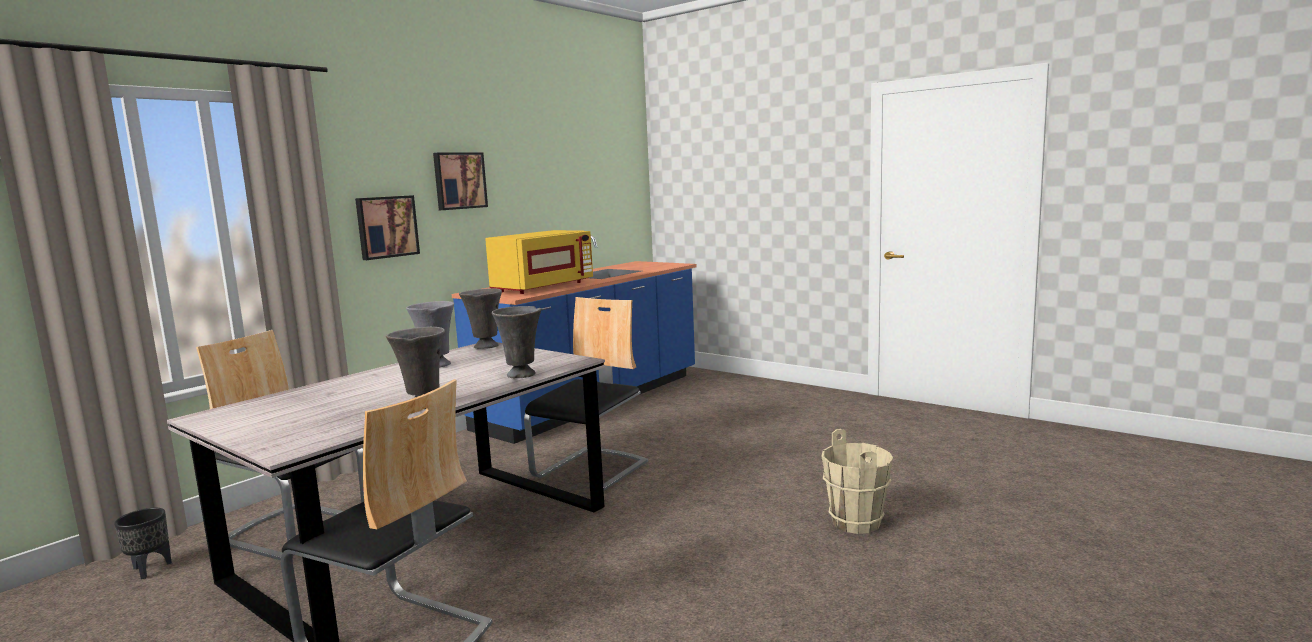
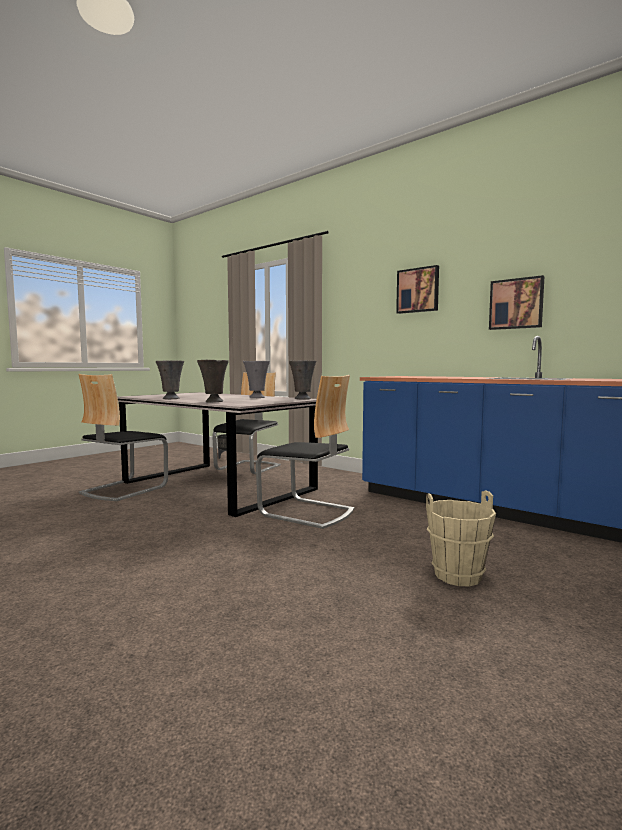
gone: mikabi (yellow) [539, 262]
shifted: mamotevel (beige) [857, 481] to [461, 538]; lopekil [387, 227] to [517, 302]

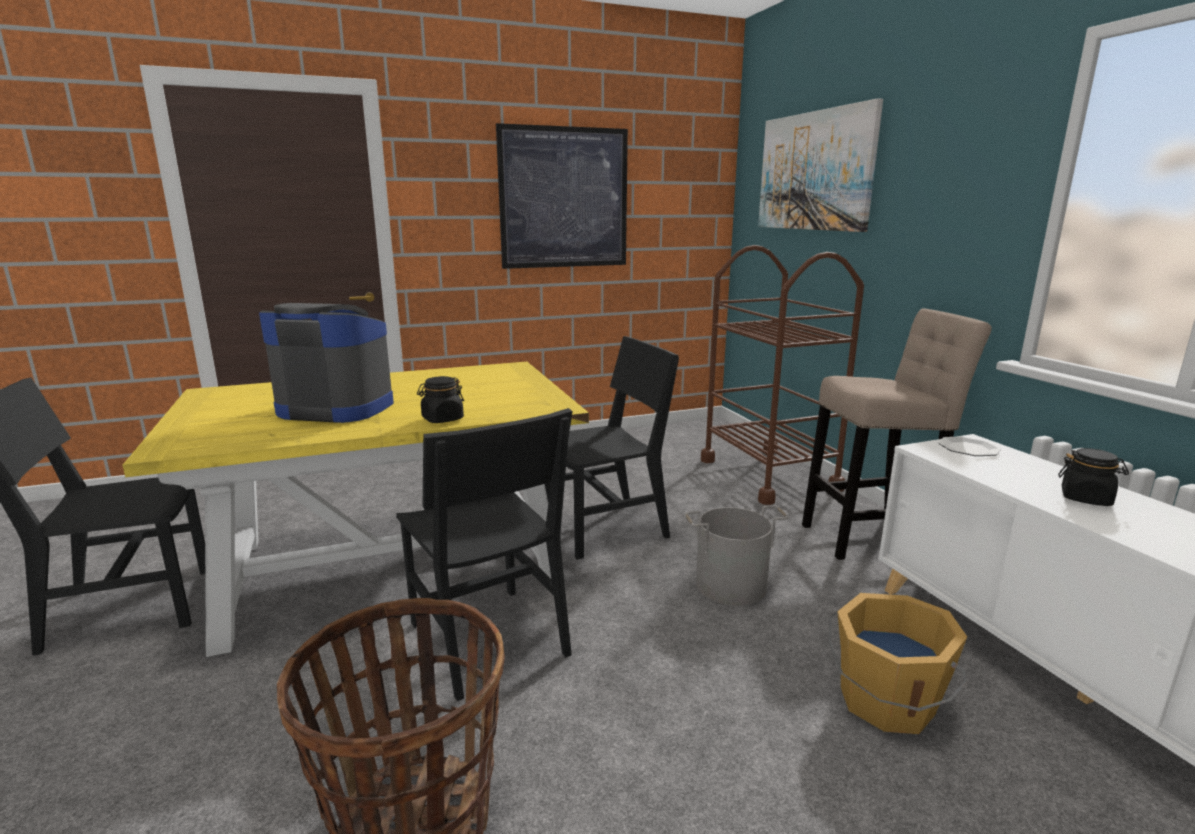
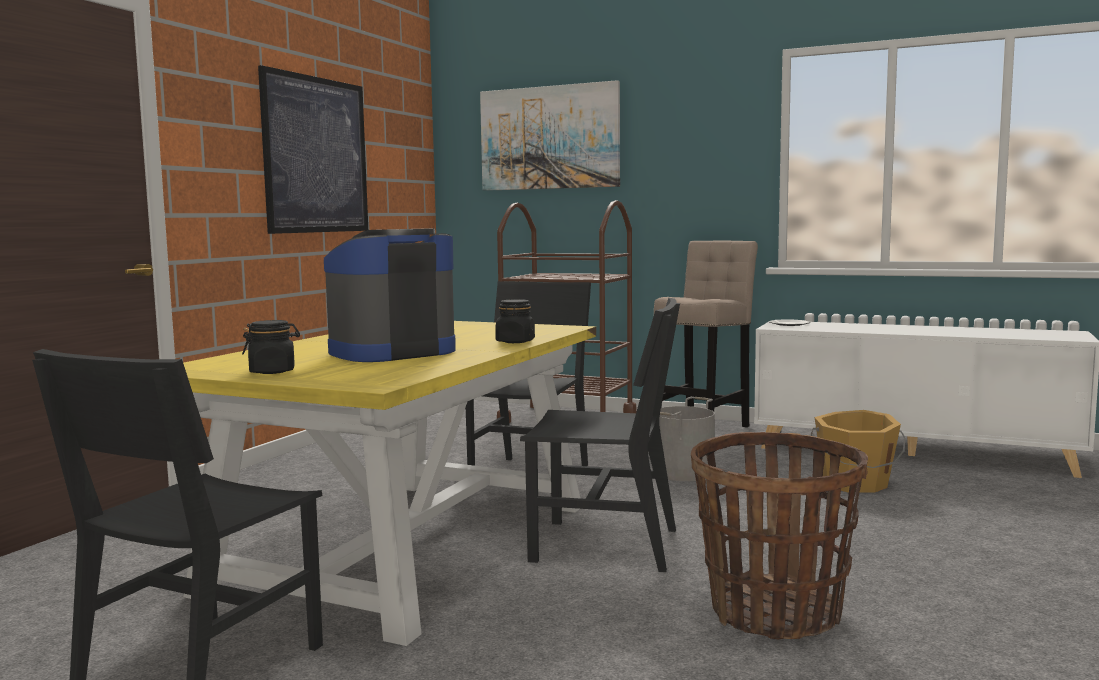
shifted: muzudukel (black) [1093, 477] to [271, 347]

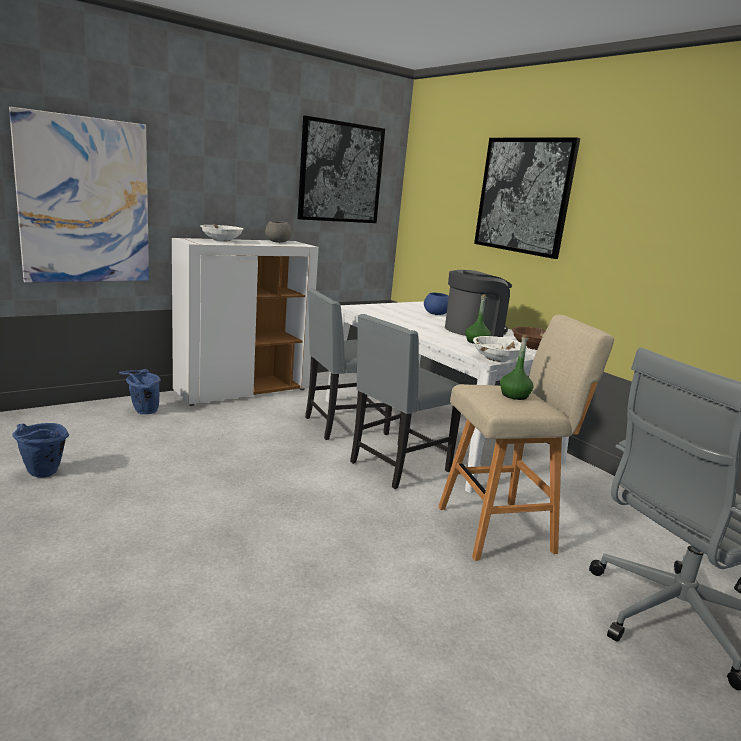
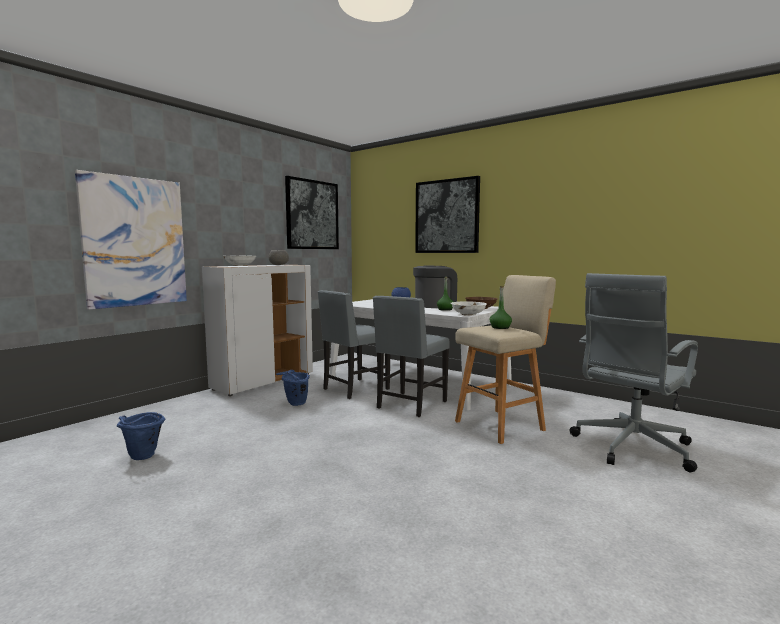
shifted: mamotevel (blue) [140, 391] to [293, 388]

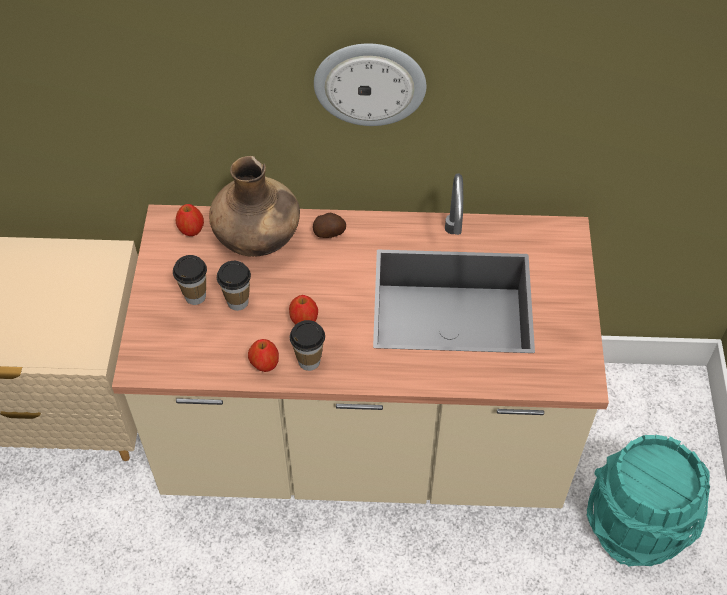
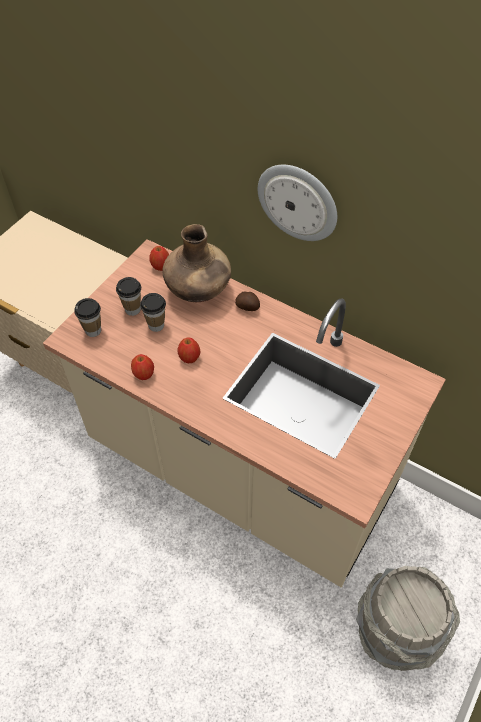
shifted: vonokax [307, 345] to [87, 317]
repainted: mamotevel (turquoise) [648, 501] to mamotevel (grey) [408, 618]

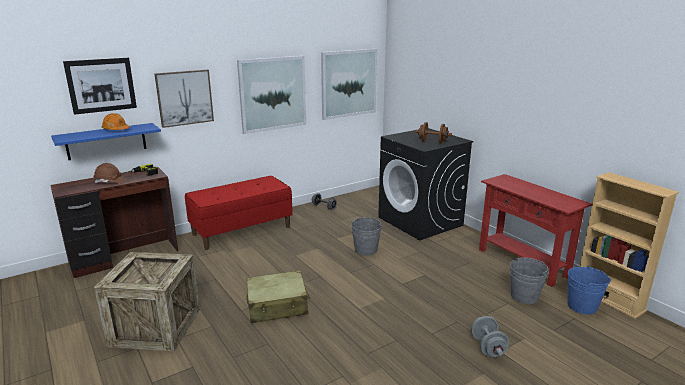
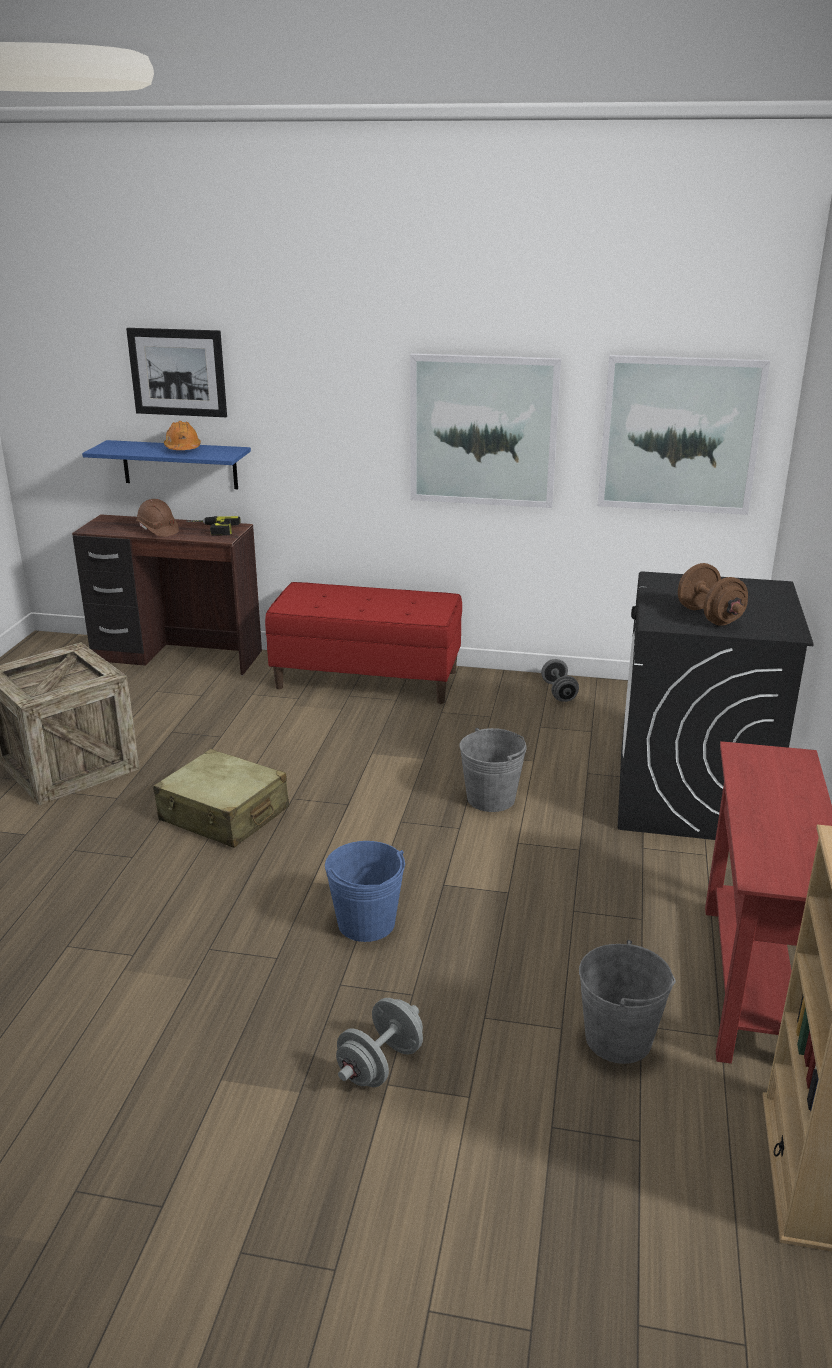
gone: lopekil [184, 99]
shifted: mamotevel (blue) [589, 290] to [365, 891]

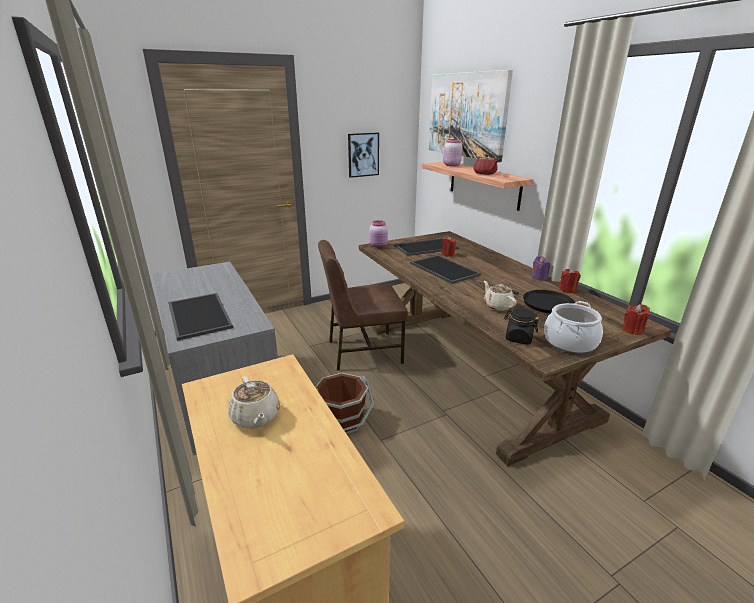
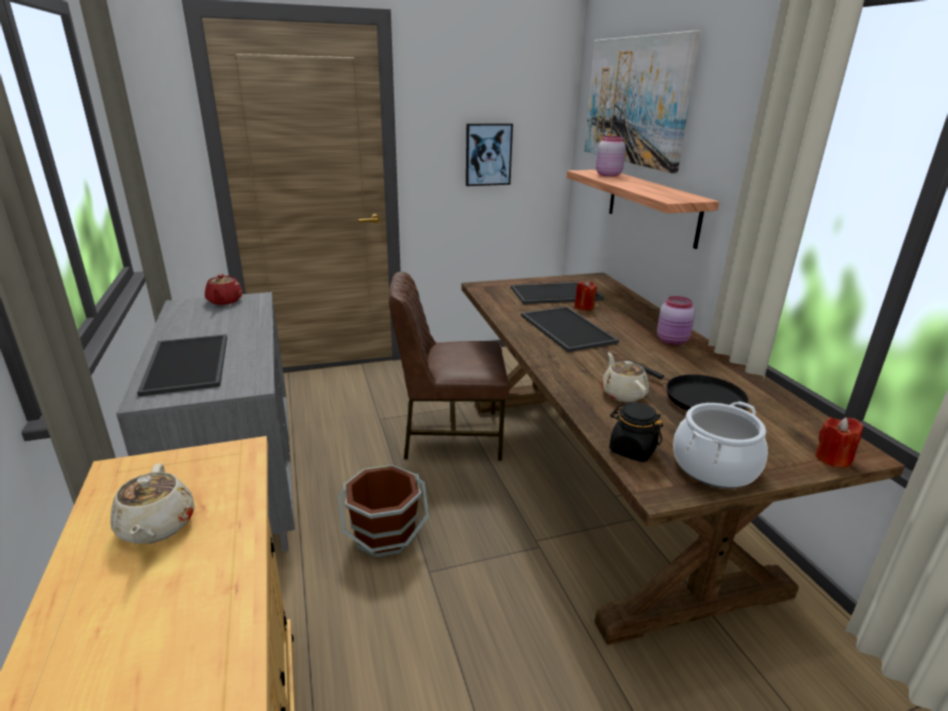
gone: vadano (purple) [541, 268]; vadano (red) [570, 281]
shifted: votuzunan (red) [486, 164] to [223, 289]; muzudukel (pink) [378, 234] to [676, 320]

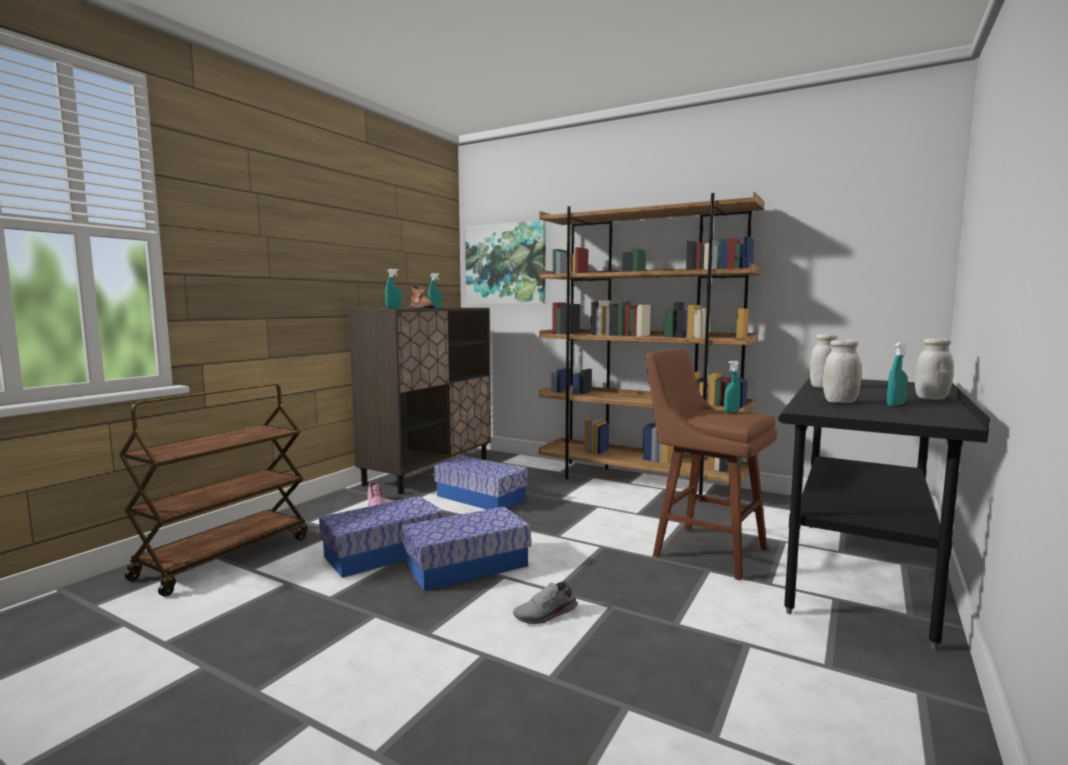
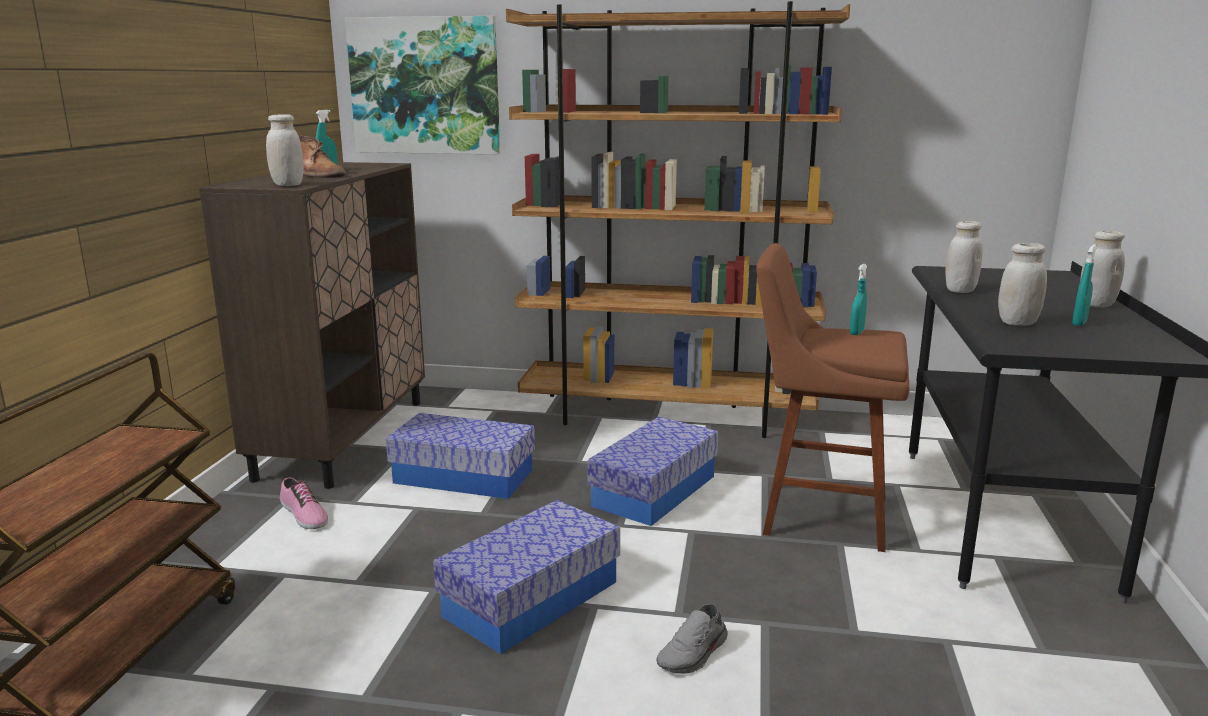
shifted: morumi [382, 537] to [652, 471]
swapped: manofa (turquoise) [393, 288] to muzudukel (white) [285, 150]

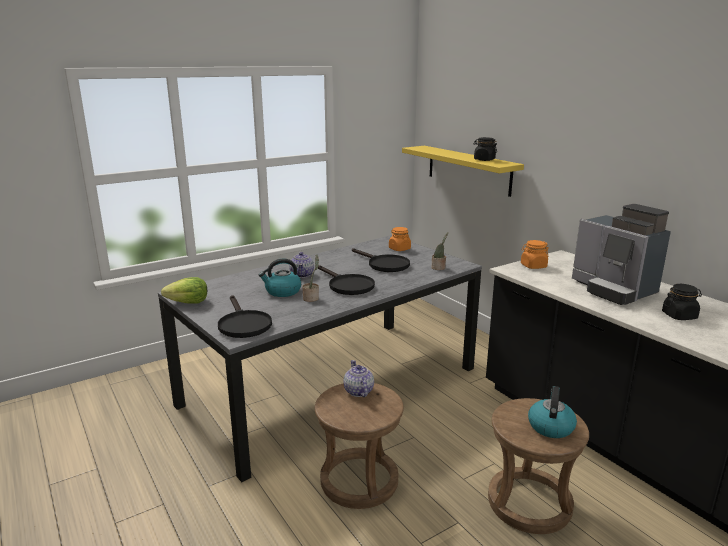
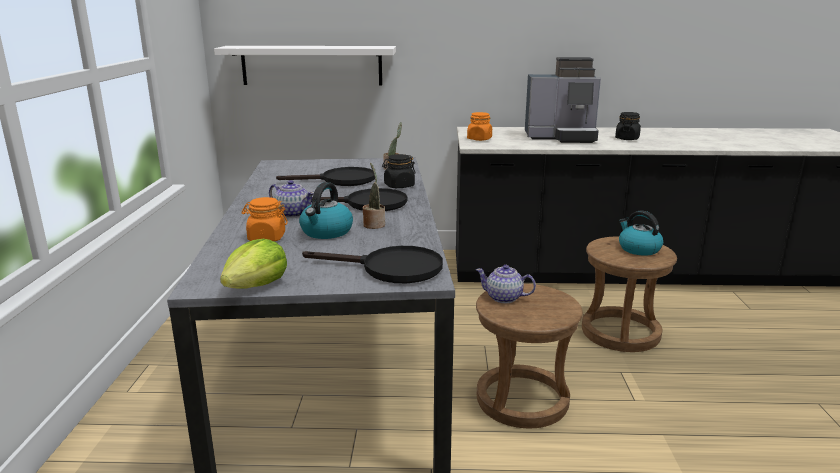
shifted: muzudukel (orange) [400, 239] to [264, 219]; muzudukel (black) [485, 149] to [398, 171]
repainted: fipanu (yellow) [463, 171] to fipanu (white) [305, 65]

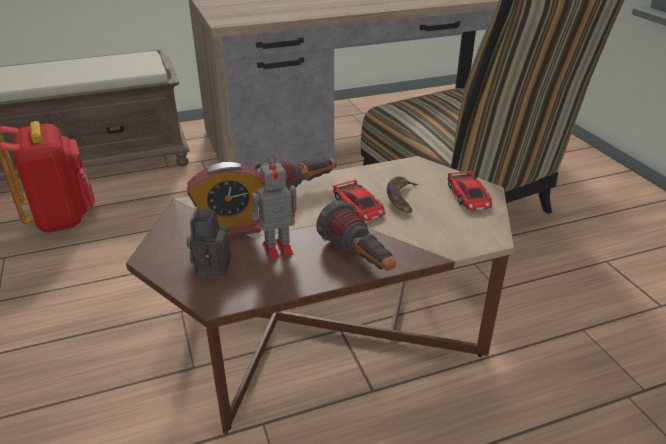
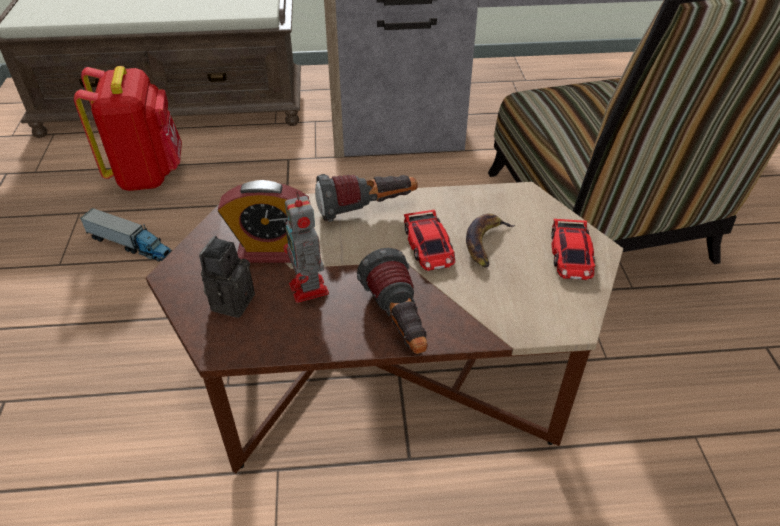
new: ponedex [126, 235]
rotated: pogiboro [274, 207] = [306, 247] 105 degrees counterclockwise

